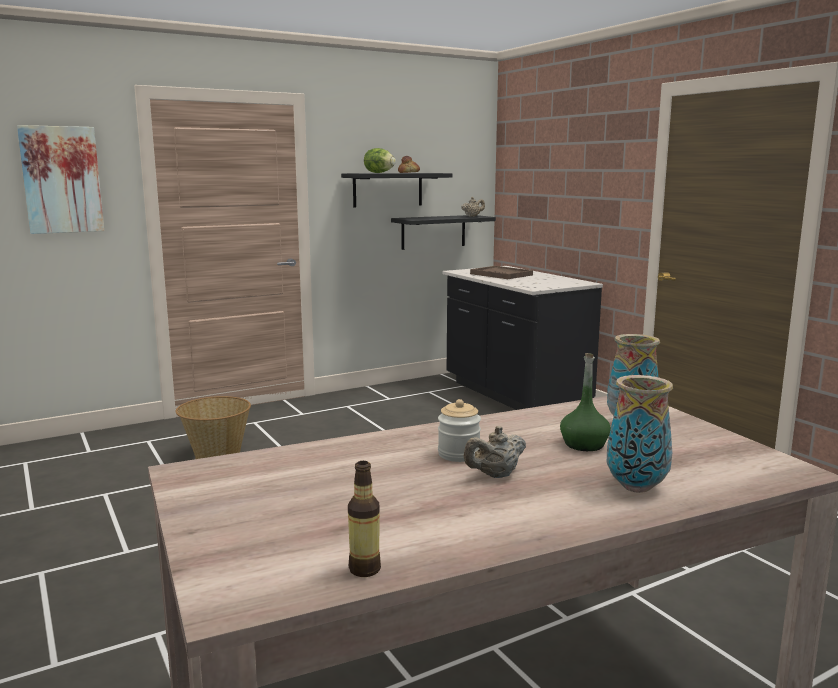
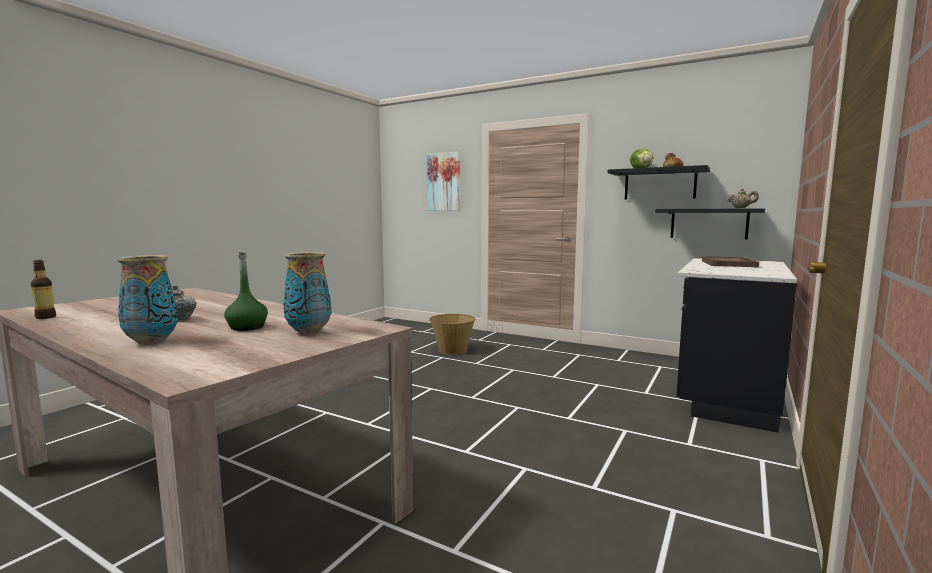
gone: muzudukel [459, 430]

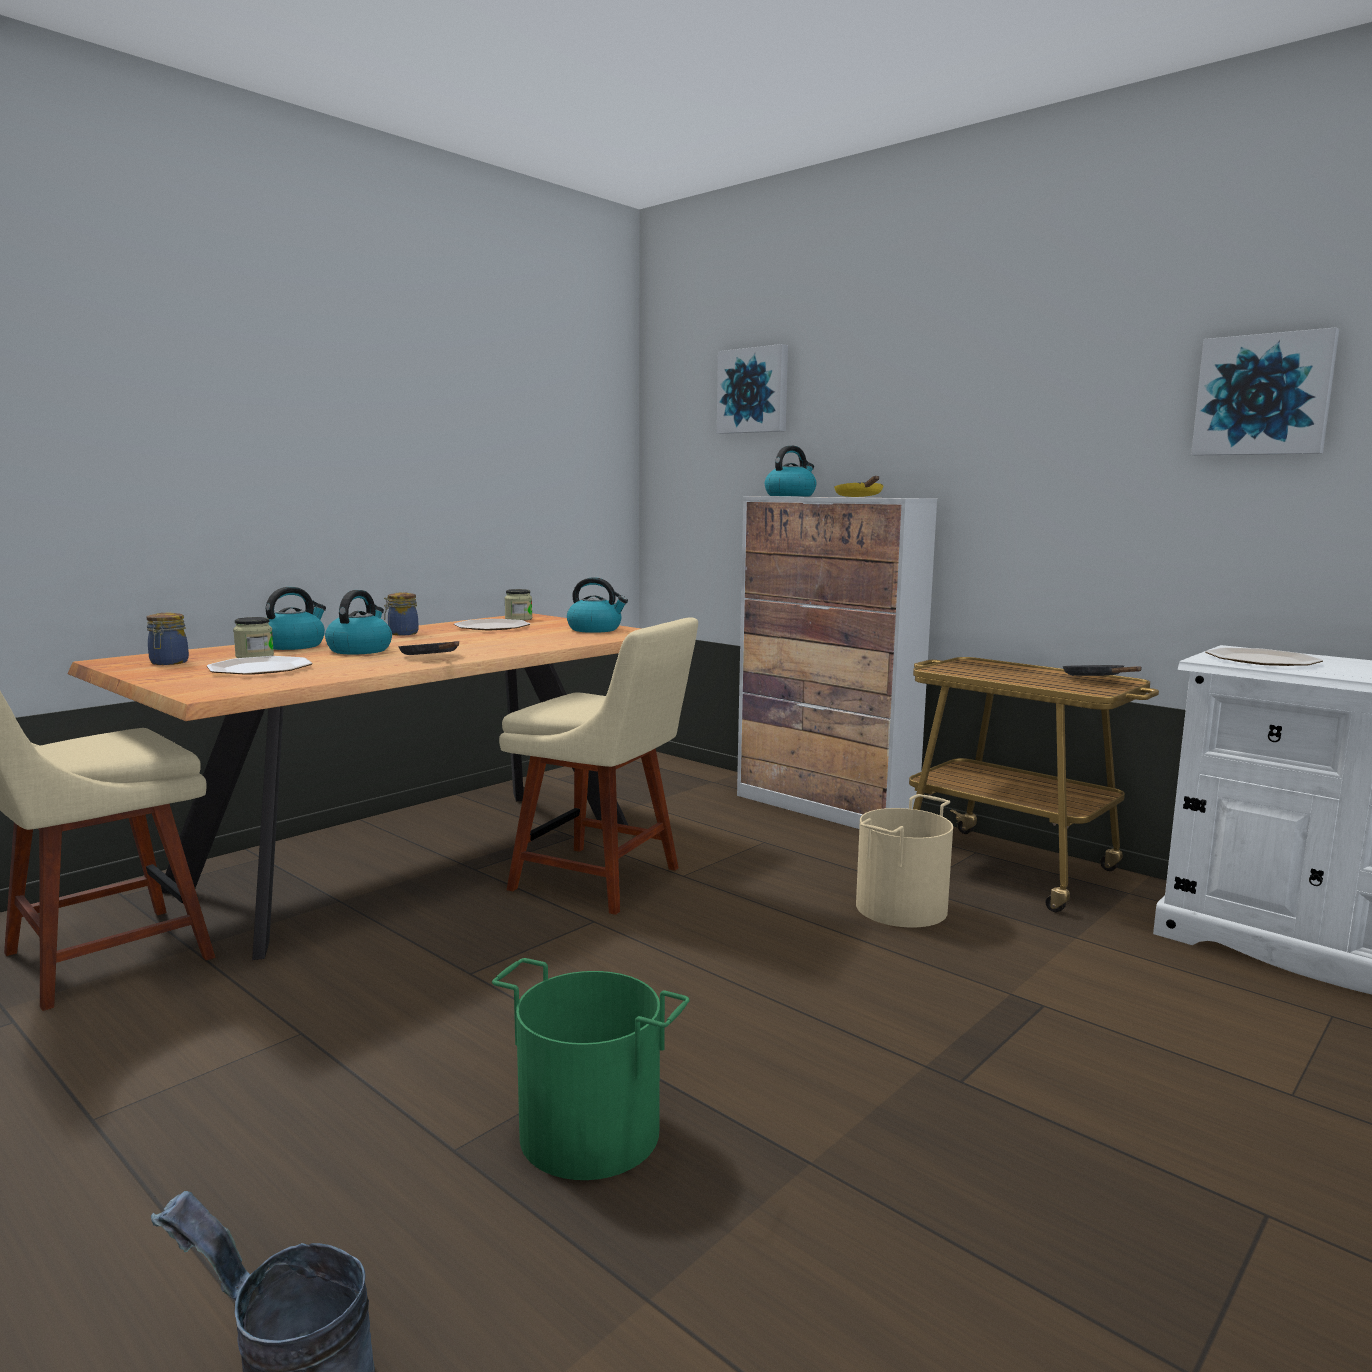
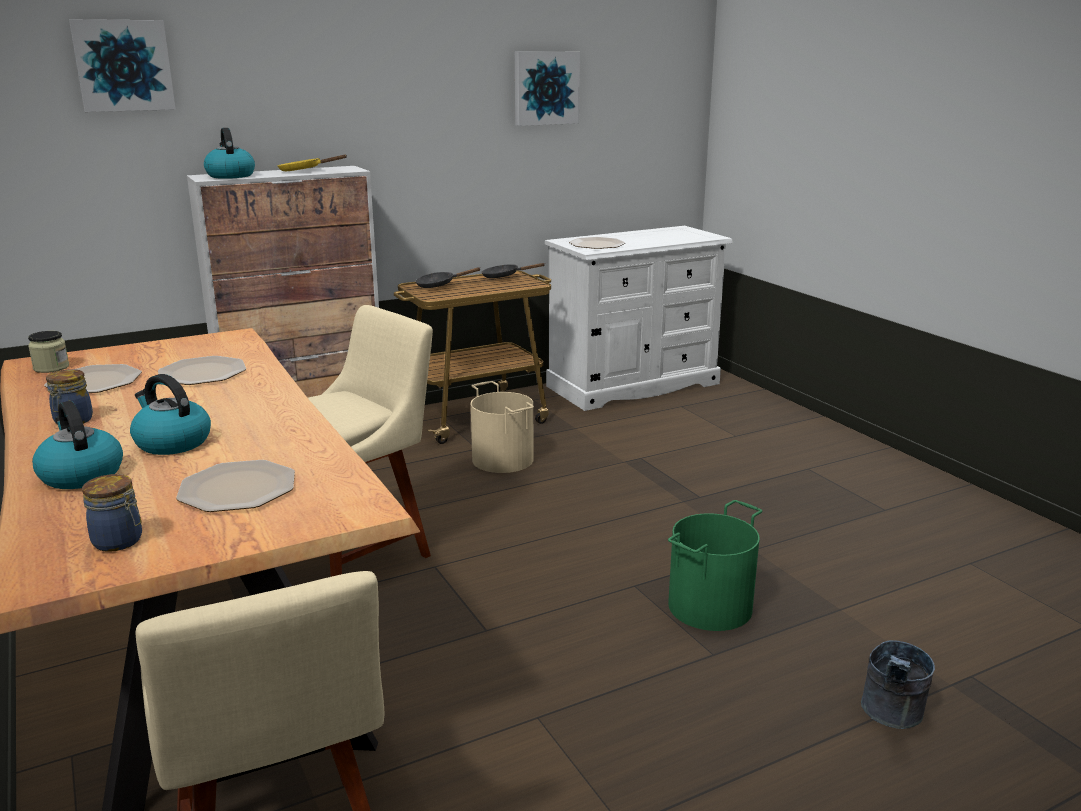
gone: muzudukel [253, 637]; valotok [597, 605]
new: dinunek [202, 370]
shifted: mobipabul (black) [428, 648] to [448, 277]

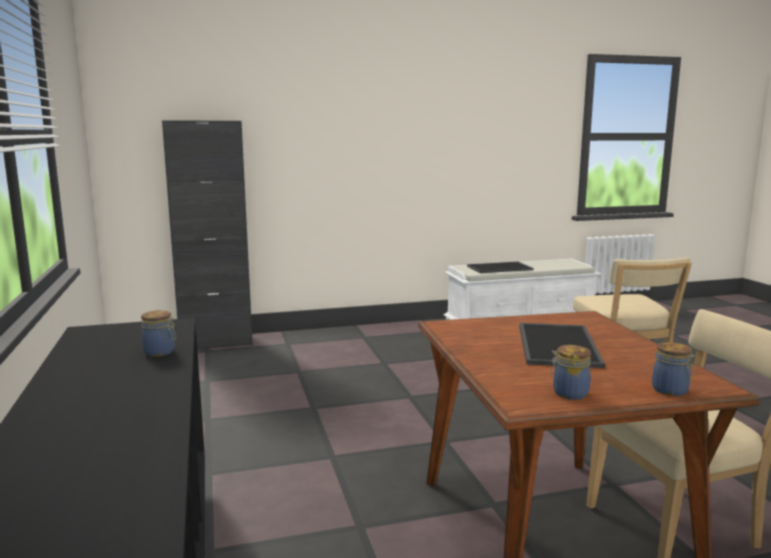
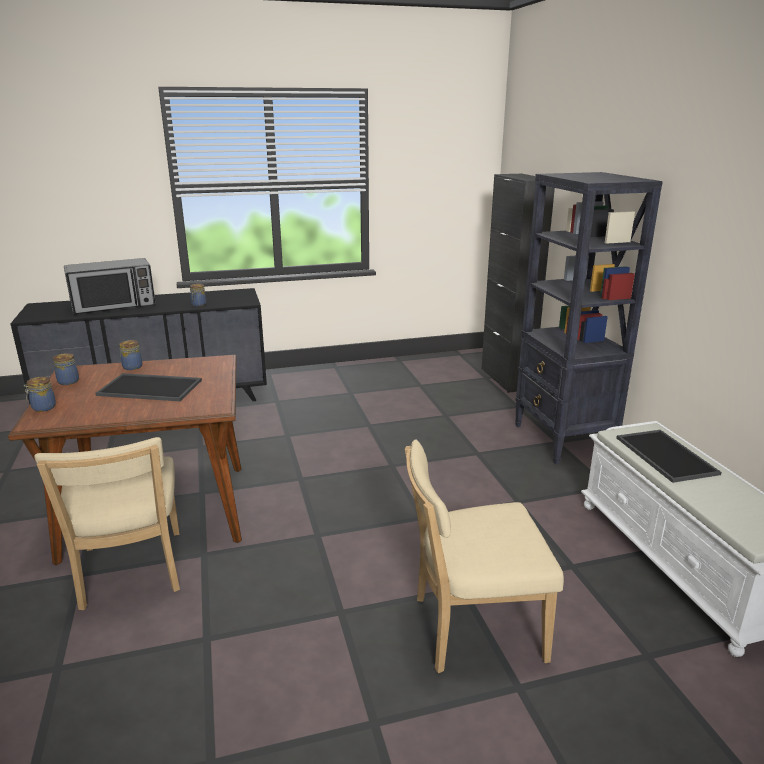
new: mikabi [110, 286]; muzudukel [130, 355]; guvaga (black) [589, 318]

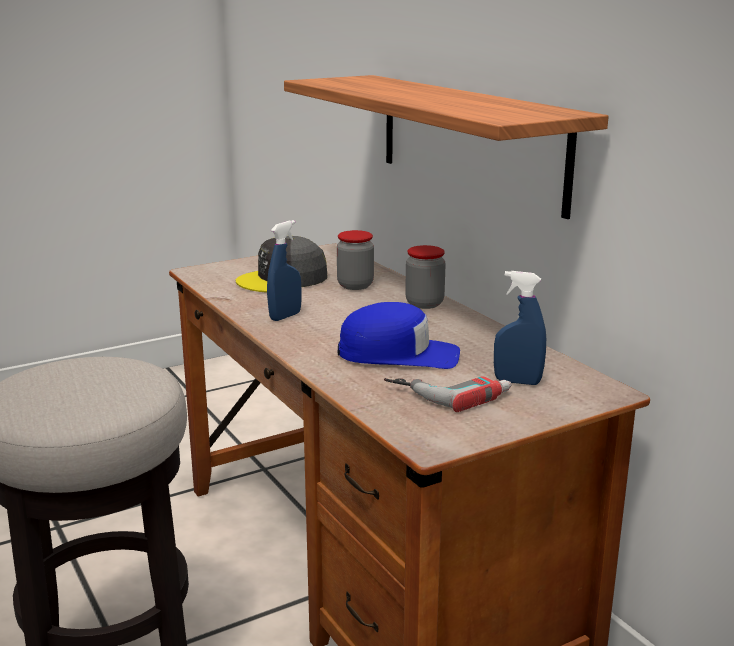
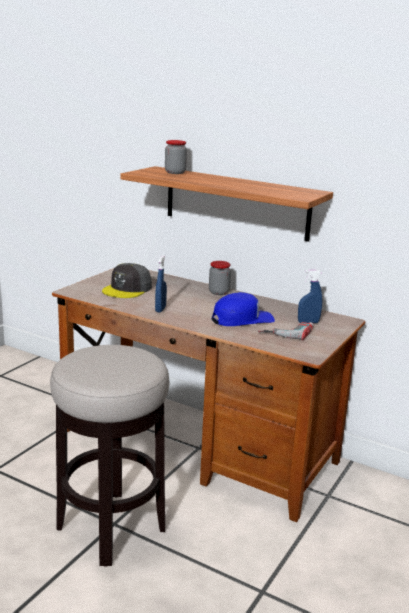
shifted: muzudukel [355, 260] to [176, 157]

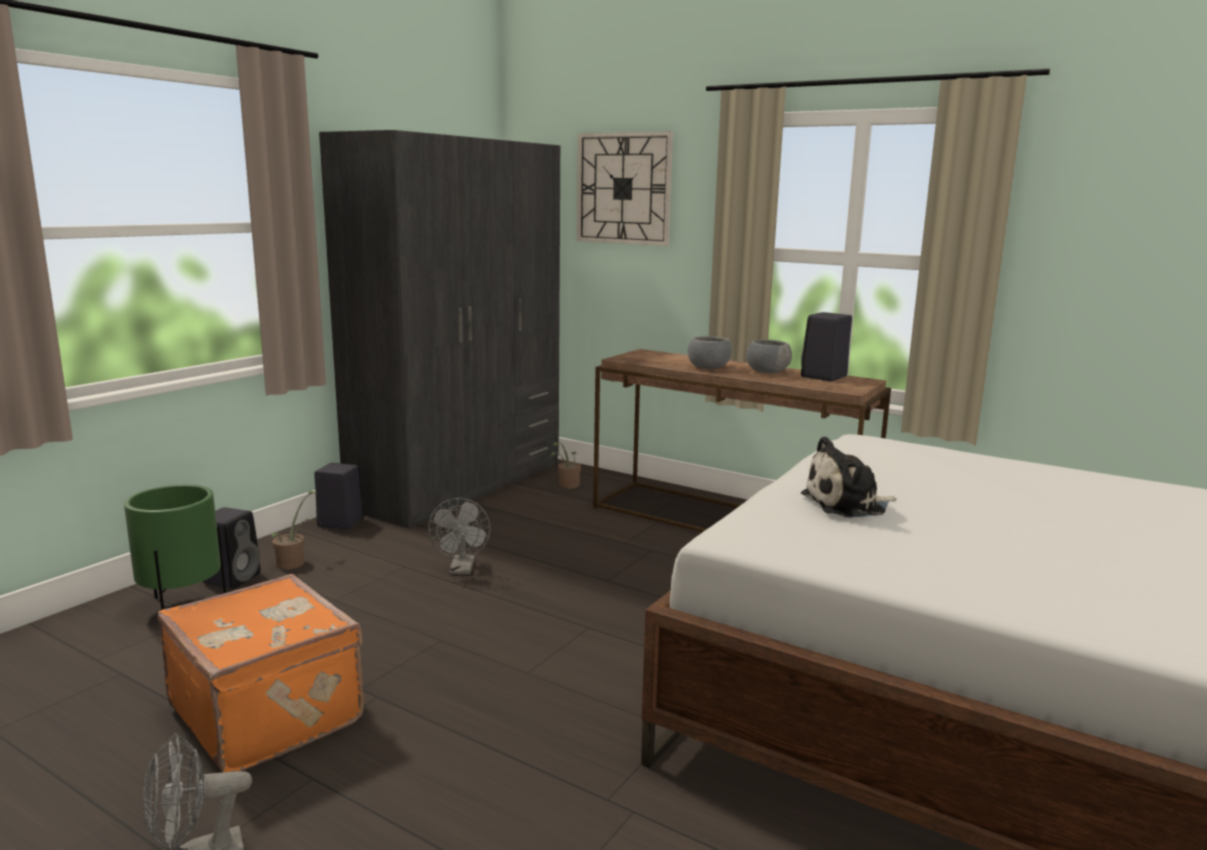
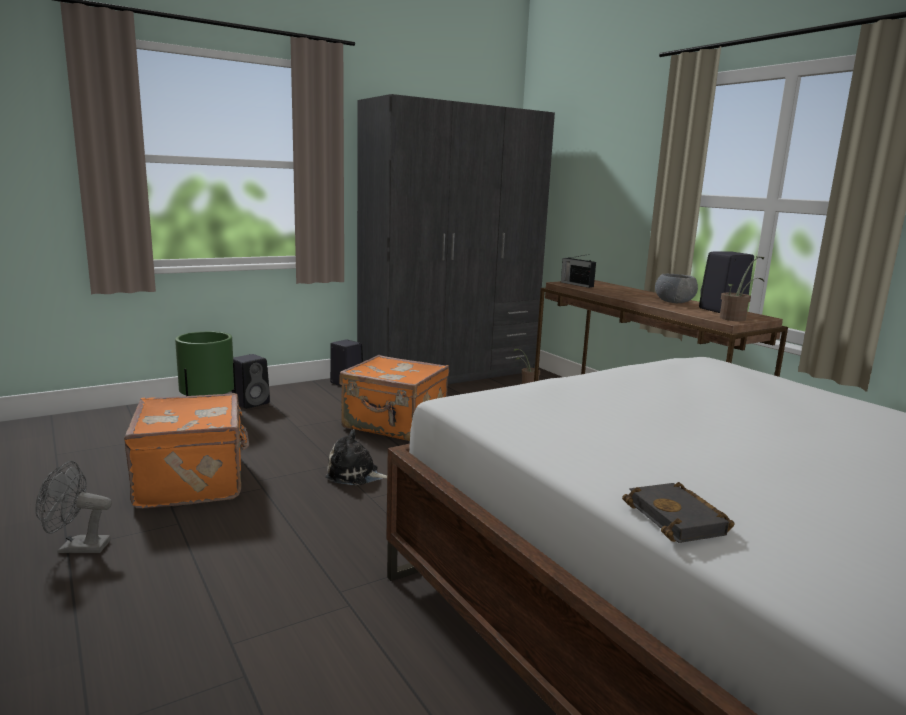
gone: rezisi [625, 188]; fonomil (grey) [710, 352]
new: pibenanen [578, 271]; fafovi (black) [678, 512]
shifted: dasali [848, 476] to [356, 457]; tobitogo [294, 530] to [741, 288]
swapped: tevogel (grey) [459, 536] to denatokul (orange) [394, 398]

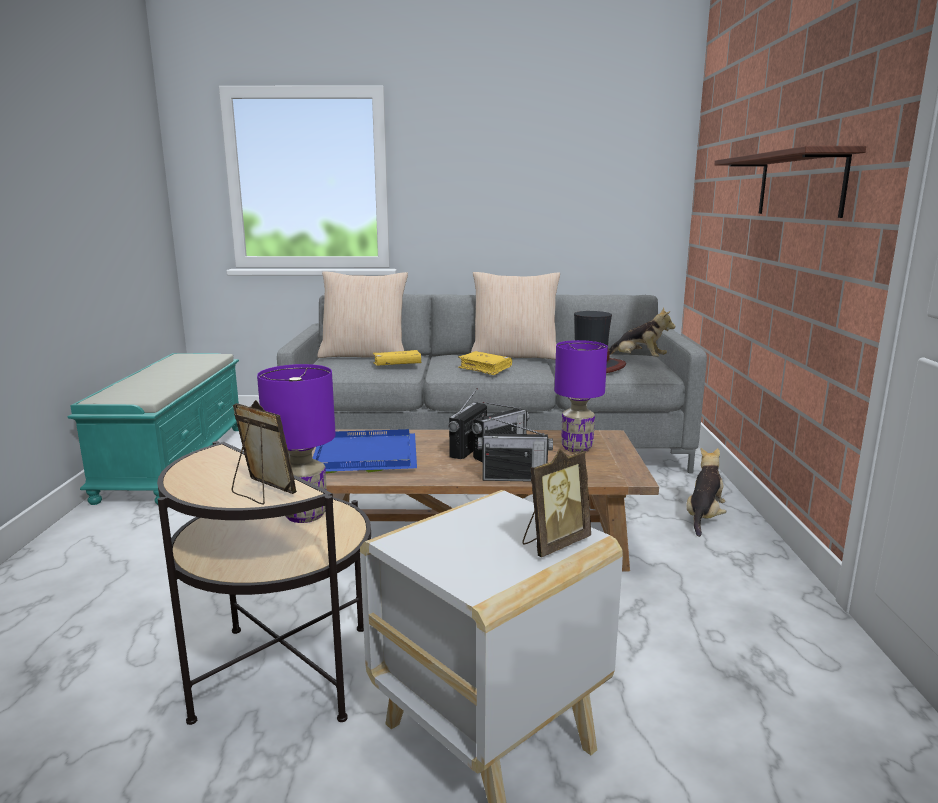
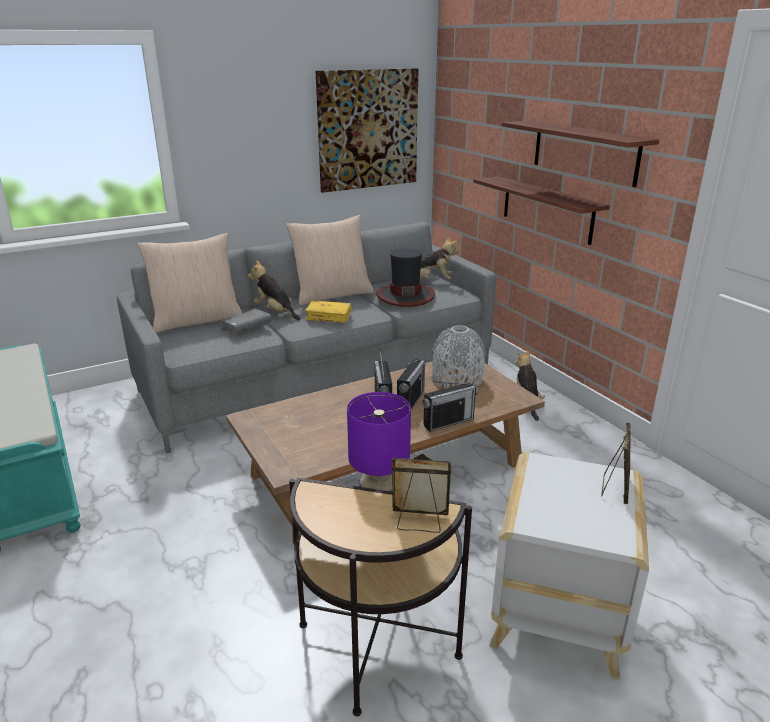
gone: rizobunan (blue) [364, 451]
new: dasali [274, 290]; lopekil [367, 130]; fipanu [541, 210]
swapped: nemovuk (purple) [581, 396] to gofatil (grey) [459, 357]
repainted: fafovi (yellow) [397, 358] to fafovi (grey) [245, 321]

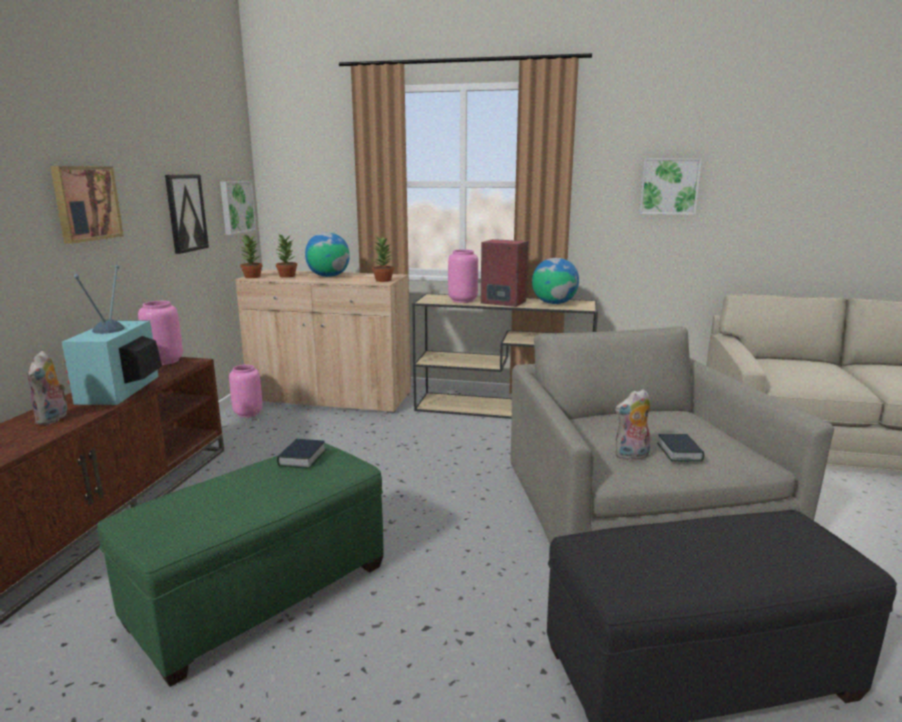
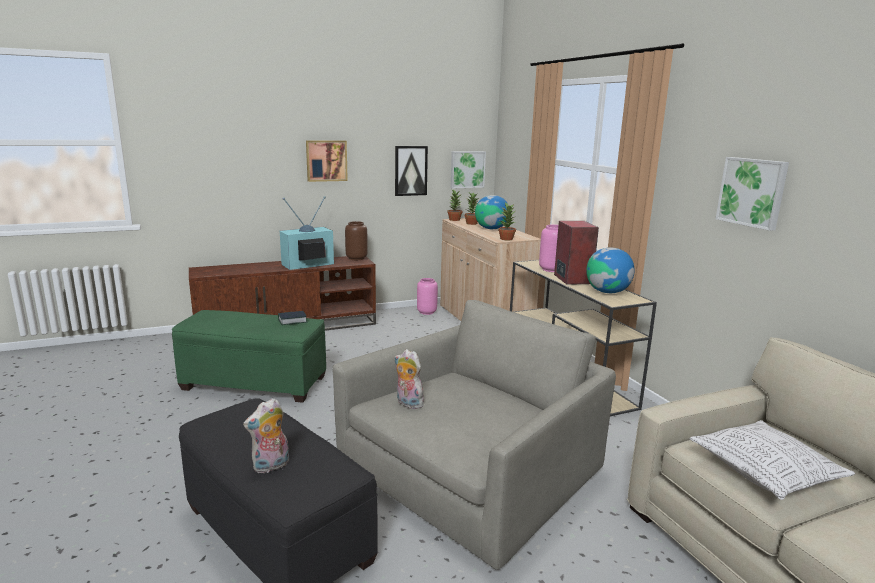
gone: fafovi [680, 448]
new: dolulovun [772, 460]
shifted: dasali [47, 388] to [266, 435]
repainted: gofatil (pink) [160, 333] to gofatil (brown) [356, 240]

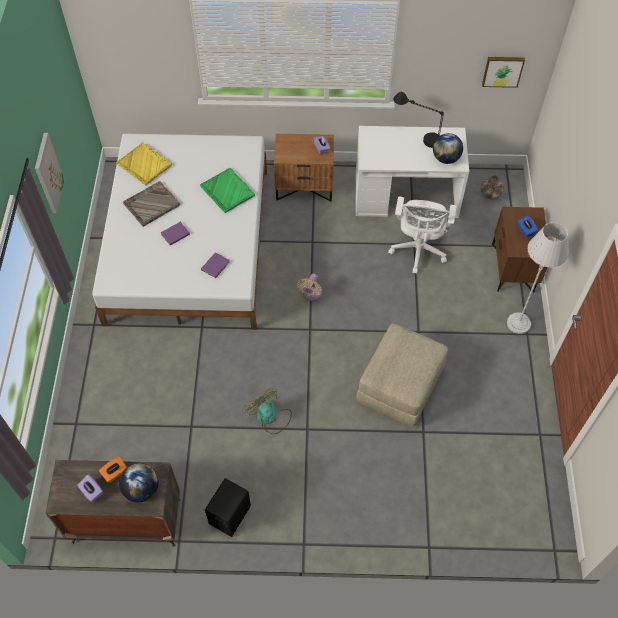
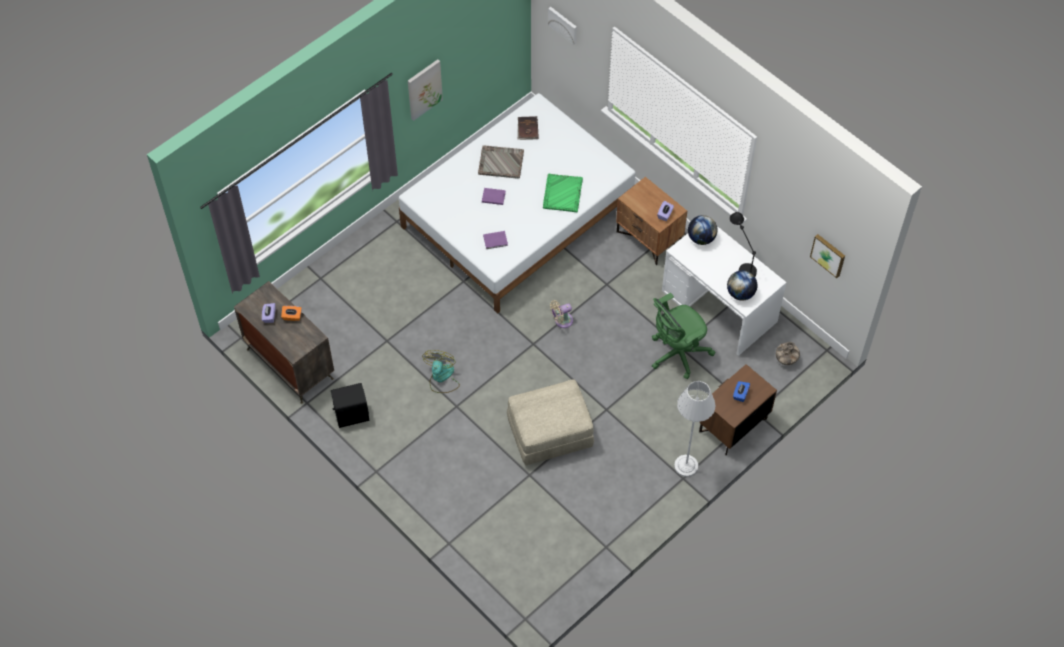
new: lopekil [562, 26]
shifted: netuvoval [139, 483] to [703, 230]
swapped: rizobunan (yellow) [144, 163] to fafovi (brown) [528, 128]
repainted: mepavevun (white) [422, 235] to mepavevun (green) [684, 336]

